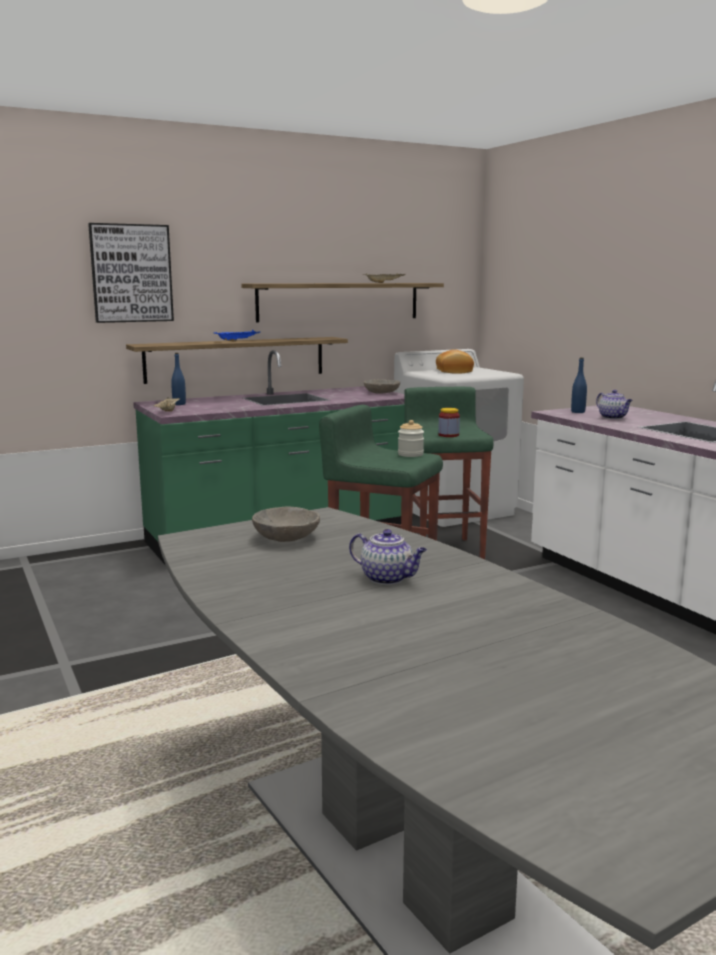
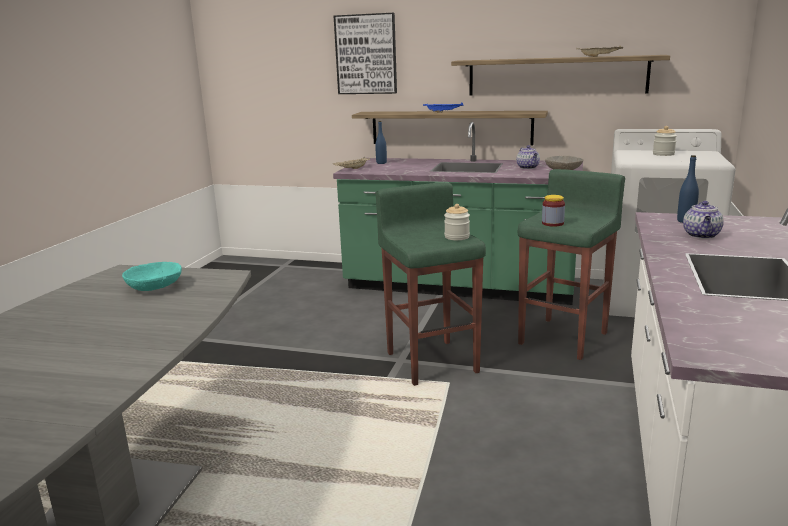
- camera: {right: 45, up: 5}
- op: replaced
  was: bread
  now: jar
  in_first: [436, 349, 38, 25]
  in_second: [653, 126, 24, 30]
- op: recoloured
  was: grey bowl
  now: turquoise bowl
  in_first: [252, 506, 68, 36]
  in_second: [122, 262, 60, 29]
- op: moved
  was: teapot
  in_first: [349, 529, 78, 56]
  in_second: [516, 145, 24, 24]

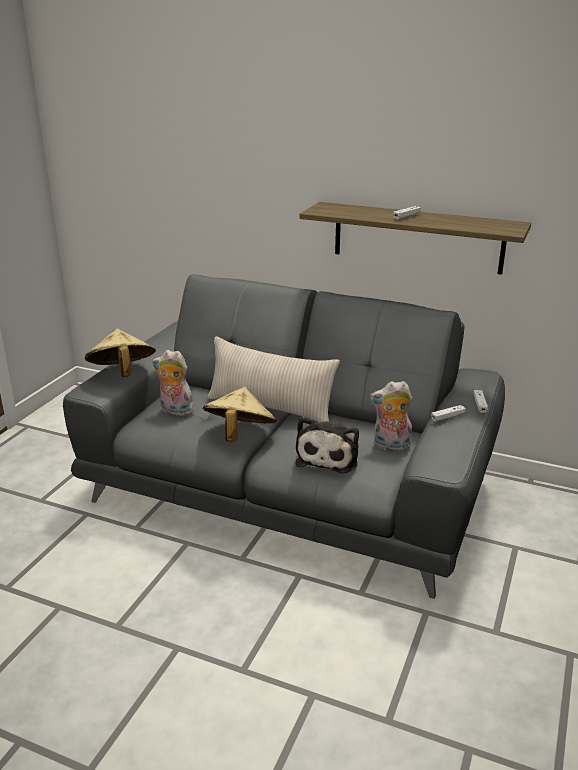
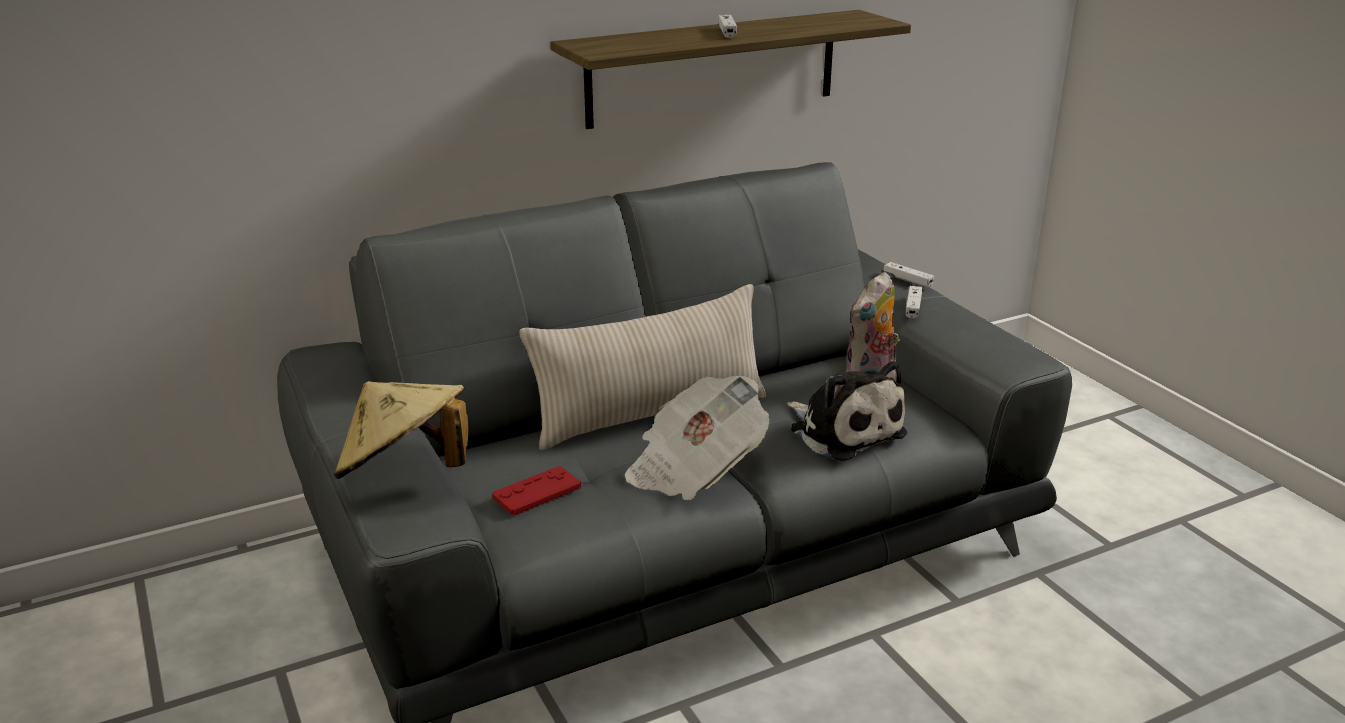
- camera: {right: -50, up: 0}
- op: replaced
  was: plush toy
  now: red game controller
  in_first: [152, 350, 42, 66]
  in_second: [492, 466, 89, 49]
- op: replaced
  was: beige hat
  now: newspaper
  in_first: [203, 387, 74, 55]
  in_second: [625, 376, 144, 124]

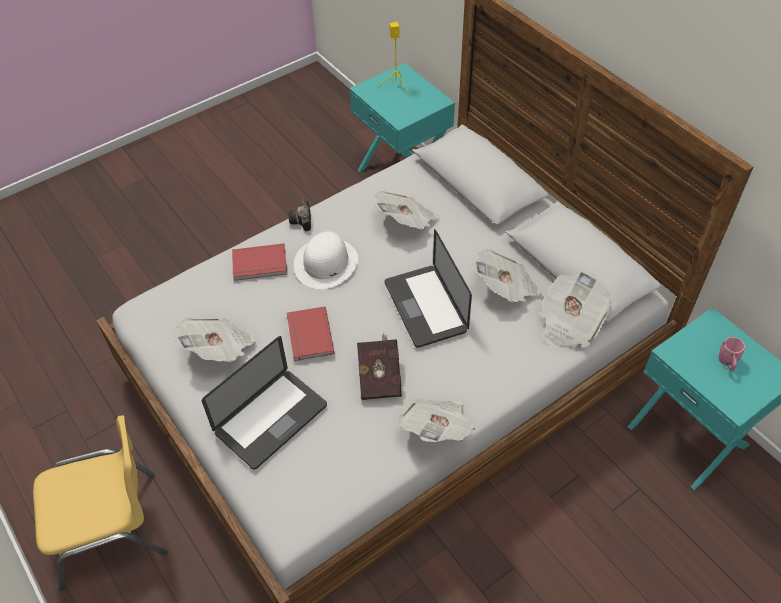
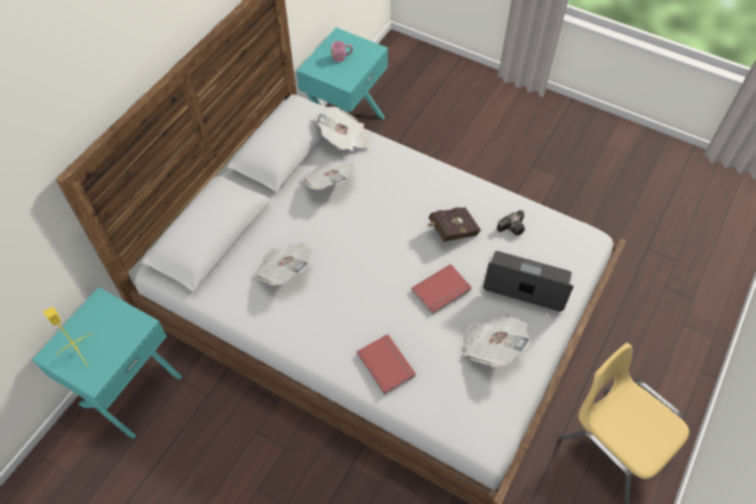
- camera: {right: -115, up: 5}
- op: moved
  was: photo camera
  in_first: [288, 199, 23, 32]
  in_second: [497, 210, 28, 26]
- op: removed
  was: laptop
  in_first: [385, 229, 87, 119]
- op: removed
  was: white hat
  in_first: [294, 231, 64, 58]
- op: removed
  was: newspaper
  in_first: [398, 399, 77, 43]

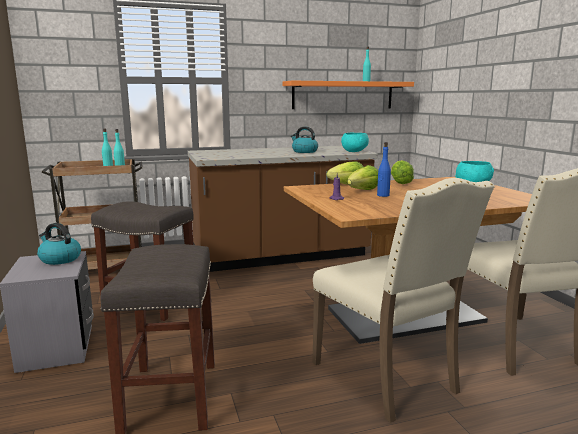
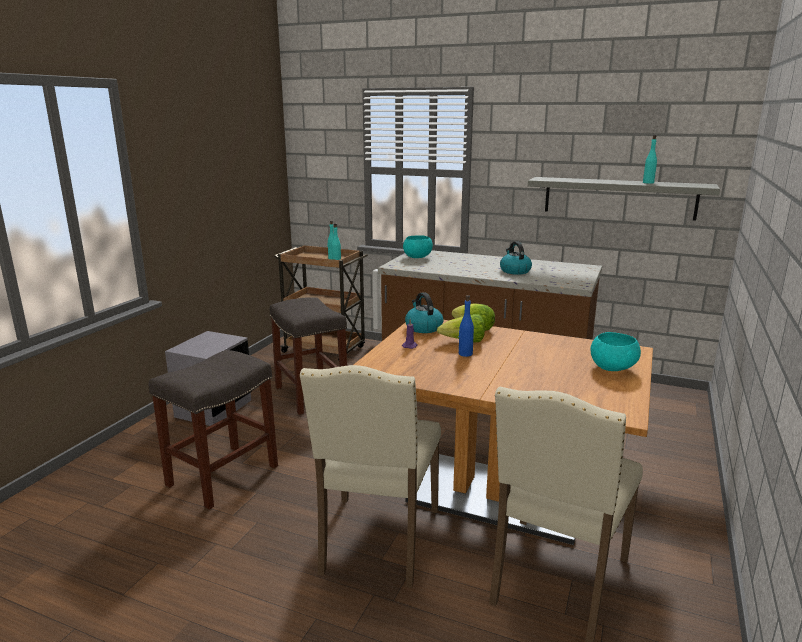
- camera: {right: 40, up: 5}
- op: recoloured
  was: orange shelf
  now: grey shelf
  in_first: [283, 81, 131, 28]
  in_second: [528, 177, 192, 44]
- op: moved
  was: turquoise bowl
  in_first: [341, 133, 28, 19]
  in_second: [403, 235, 30, 23]
- op: removed
  was: lettuce
  in_first: [391, 160, 23, 24]
- op: moved
  was: kettle
  in_first: [37, 223, 44, 42]
  in_second: [405, 292, 38, 41]

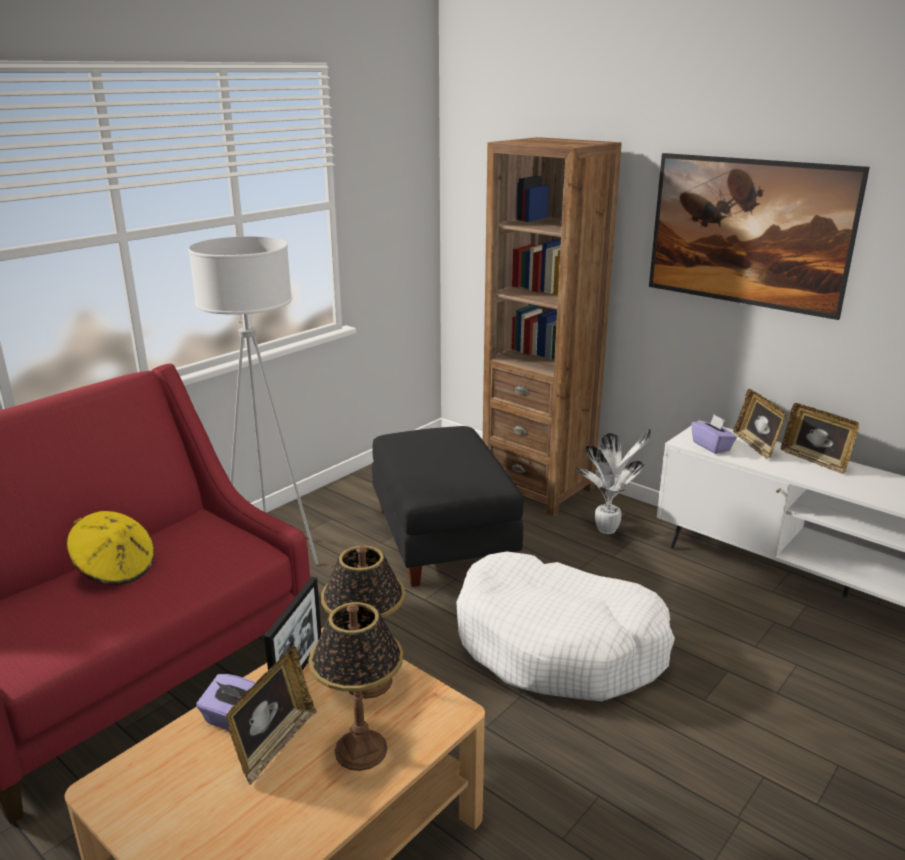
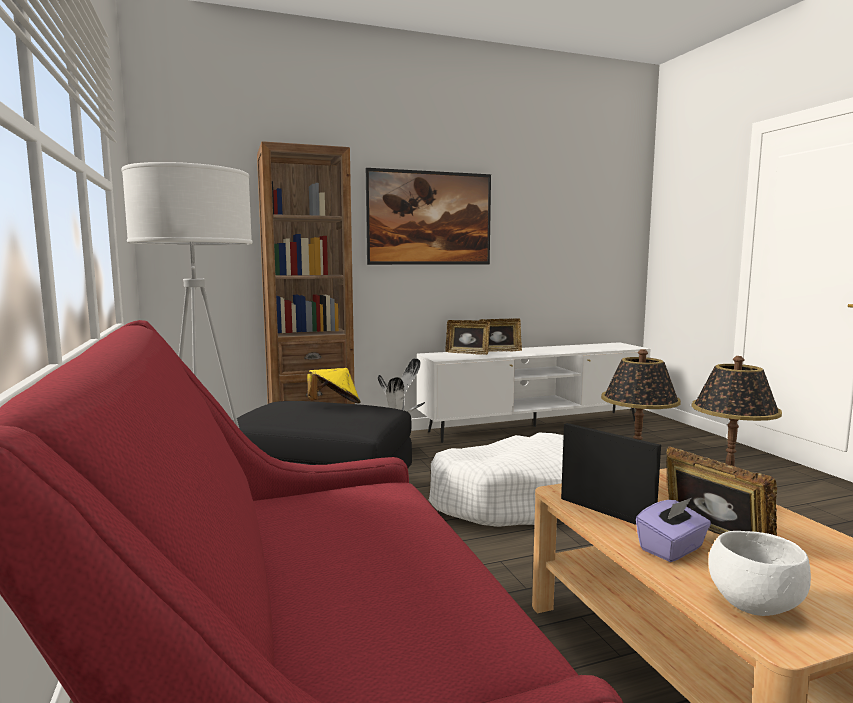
- camera: {right: -60, up: -15}
- op: removed
  was: purple tissue box
  in_first: [691, 414, 46, 40]
- op: moved
  was: yellow hat
  in_first: [67, 511, 88, 74]
  in_second: [307, 368, 54, 36]
- op: added
  now: white bowl
  in_second: [709, 531, 102, 85]

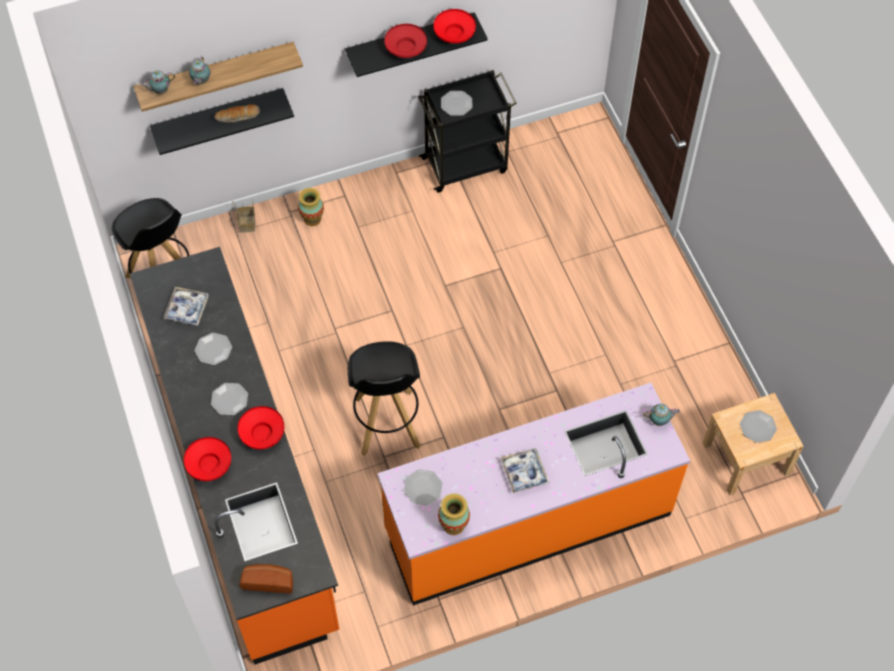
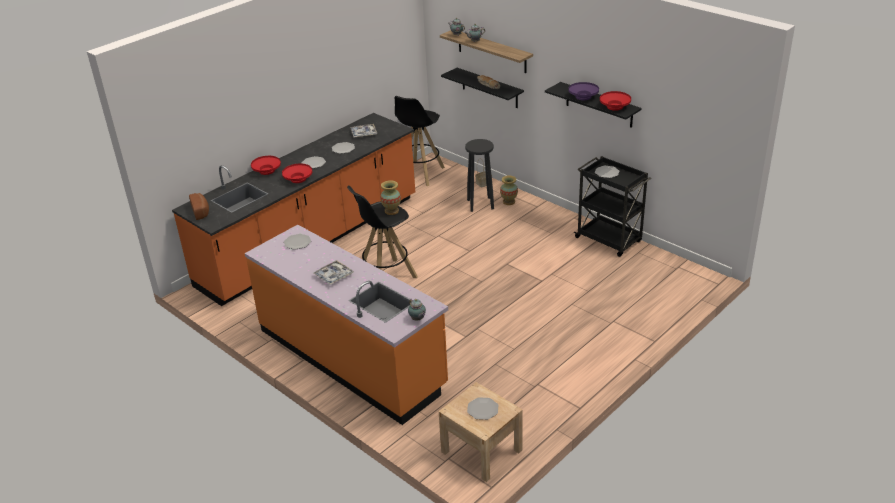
- camera: {right: 65, up: -25}
- op: recoloured
  was: red bowl
  now: purple bowl
  in_first: [384, 24, 43, 34]
  in_second: [569, 82, 30, 18]
- op: moved
  was: vase
  in_first: [438, 493, 32, 42]
  in_second: [380, 180, 21, 35]
- op: added
  now: black stool
  in_second: [465, 139, 29, 73]

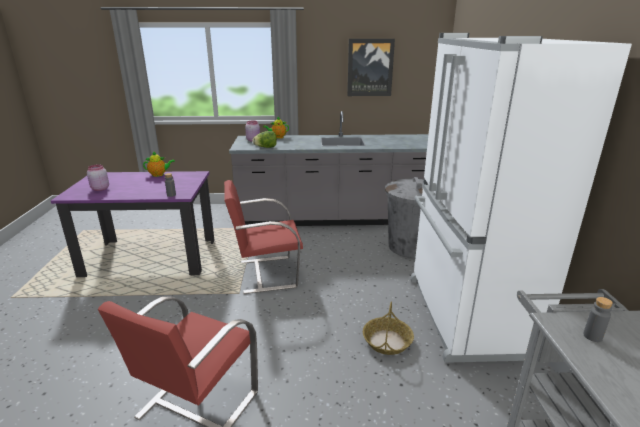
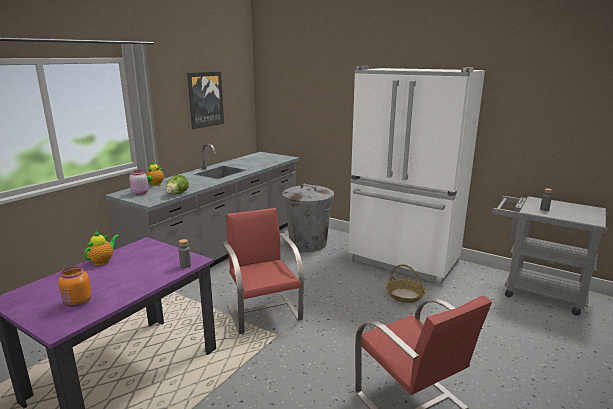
- camera: {right: -55, up: -5}
- op: recoloured
  was: pink jar
  now: orange jar
  in_first: [87, 165, 22, 26]
  in_second: [58, 266, 34, 41]
- op: turned
  was: red chair
  in_first: [224, 180, 79, 114]
  in_second: [223, 208, 81, 126]
  clockwise: 135

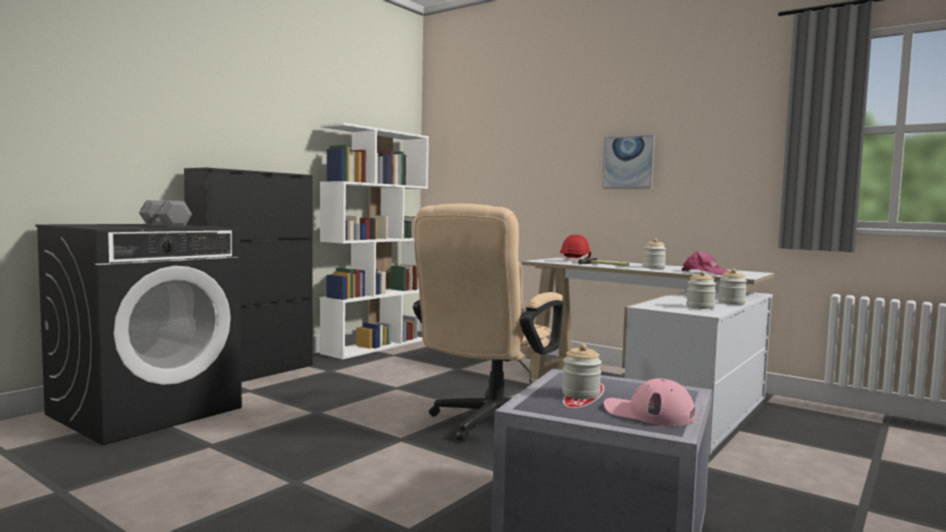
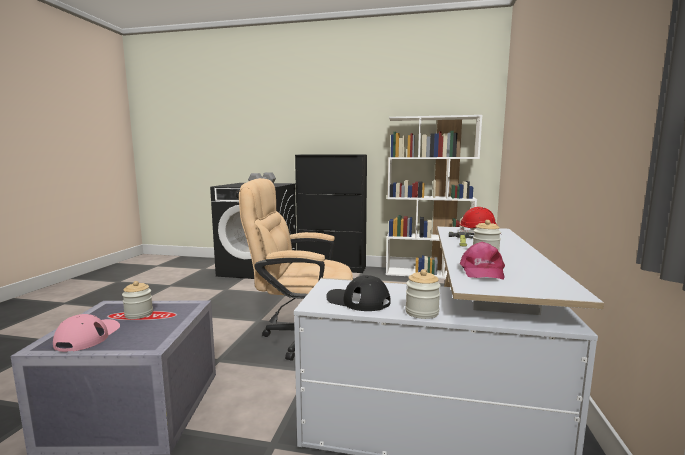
- camera: {right: 65, up: 5}
- op: removed
  was: picture
  in_first: [602, 135, 53, 54]
- op: replaced
  was: jar
  now: black cap
  in_first: [686, 271, 30, 38]
  in_second: [326, 275, 65, 36]

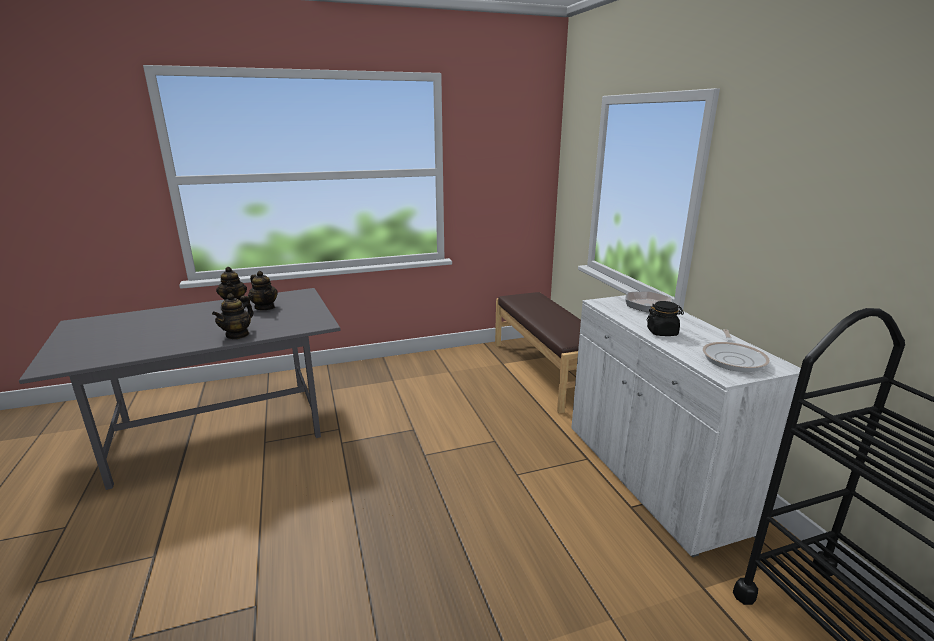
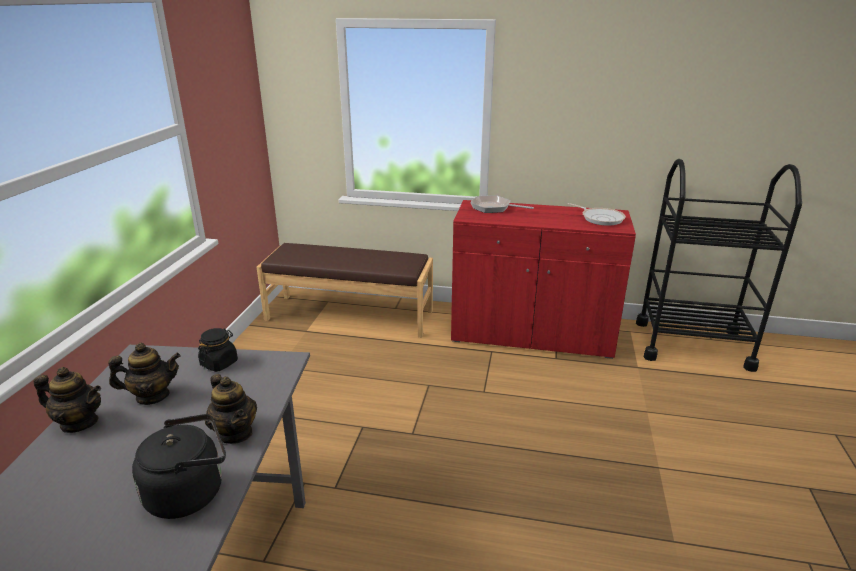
- camera: {right: -60, up: 5}
- op: recoloured
  was: white cabinet
  now: red cabinet
  in_first: [571, 295, 230, 262]
  in_second: [451, 200, 185, 159]
- op: moved
  was: black jar
  in_first: [646, 301, 38, 35]
  in_second: [198, 328, 40, 44]
- op: added
  now: black kettle
  in_second: [132, 414, 94, 105]

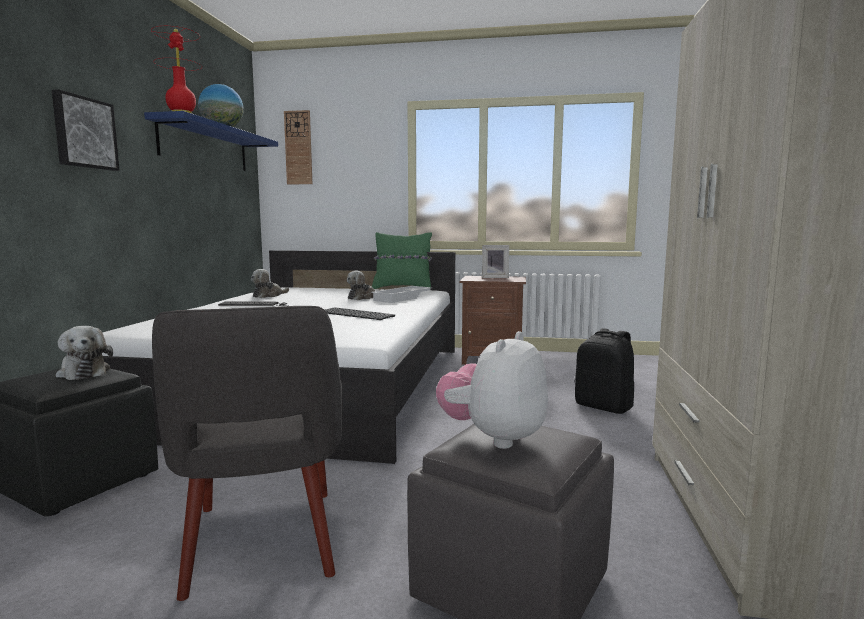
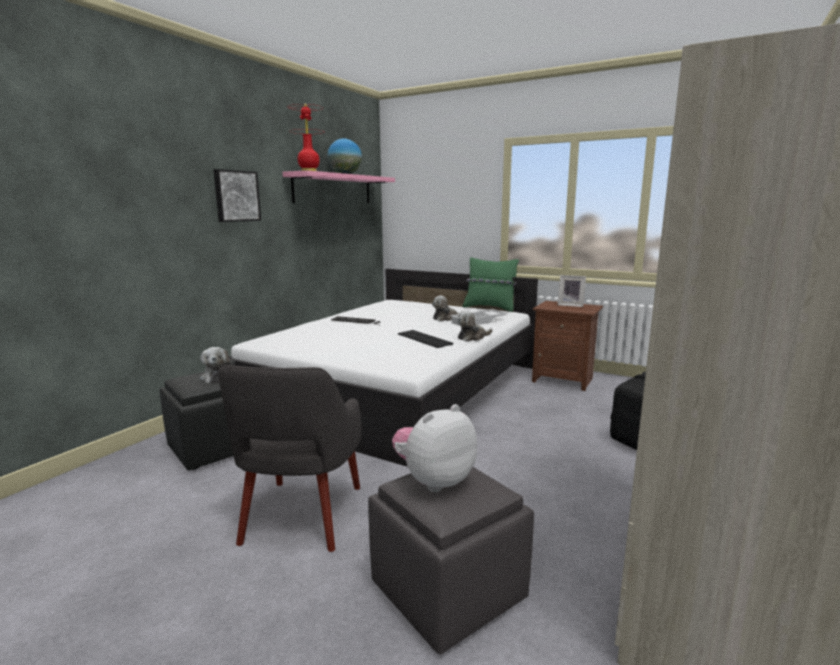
- camera: {right: 20, up: 5}
- op: removed
  was: wall clock
  in_first: [284, 110, 28, 75]
- op: recoloured
  was: blue shelf
  now: pink shelf
  in_first: [144, 111, 134, 60]
  in_second: [283, 170, 112, 33]
- op: moved
  was: plush toy
  in_first: [251, 269, 38, 29]
  in_second: [457, 311, 36, 30]

